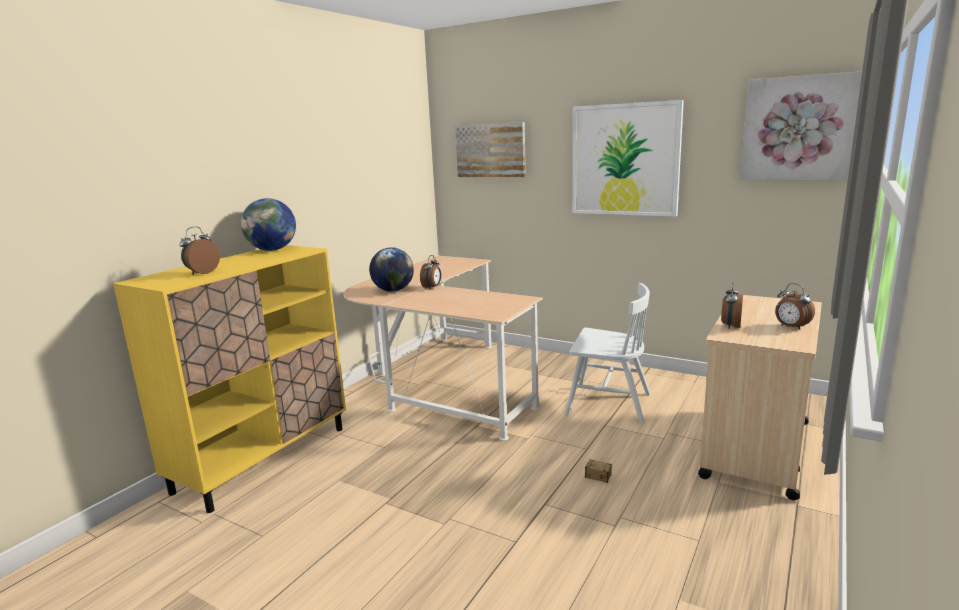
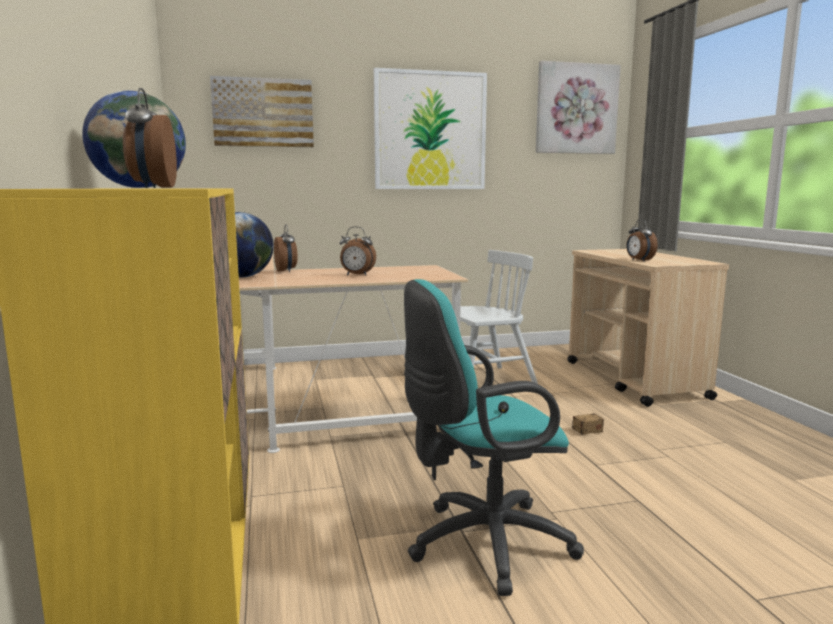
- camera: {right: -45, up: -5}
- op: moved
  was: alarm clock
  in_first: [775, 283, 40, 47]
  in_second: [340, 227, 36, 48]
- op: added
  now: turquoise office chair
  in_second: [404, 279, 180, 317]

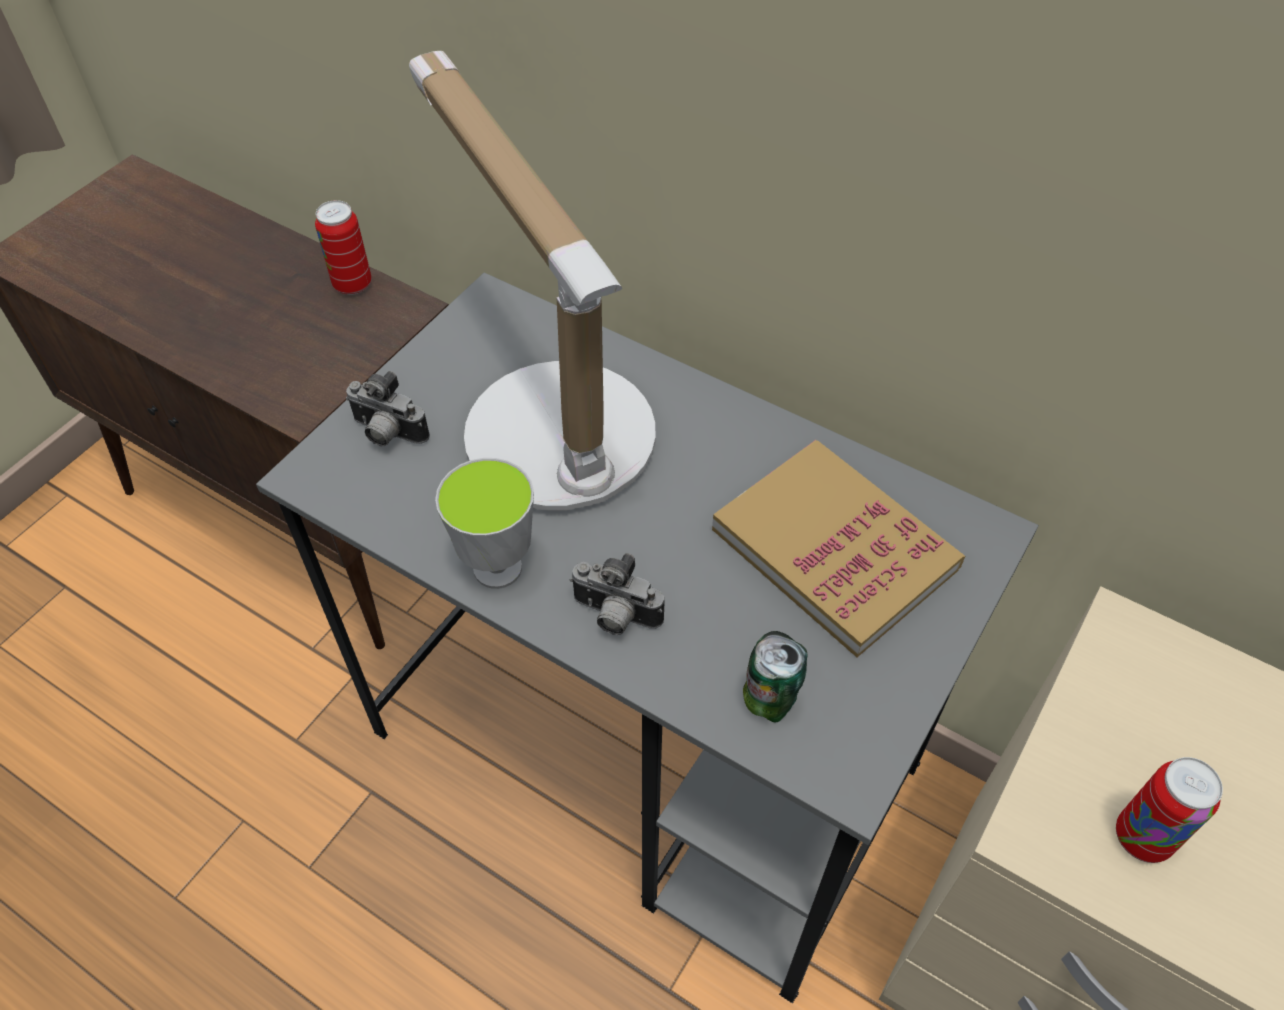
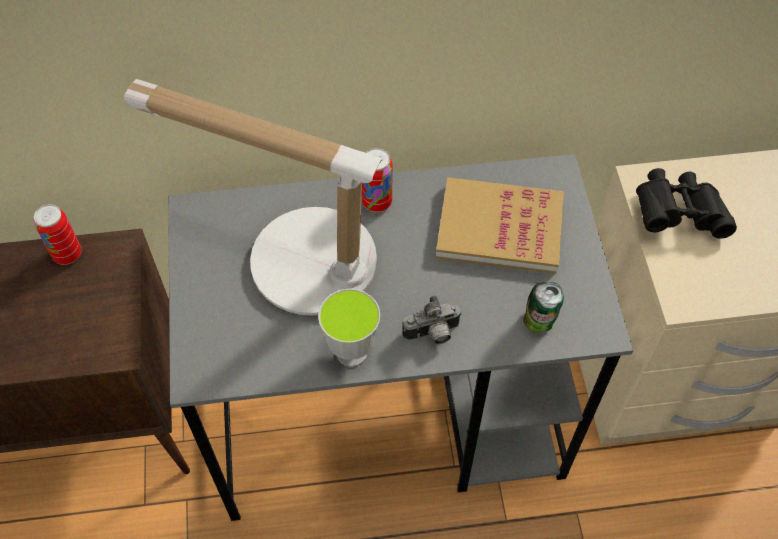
- camera: {right: -40, up: 5}
- op: removed
  was: photo camera
  in_first: [346, 371, 84, 75]
- op: moved
  was: can
  in_first: [1116, 757, 107, 106]
  in_second: [362, 148, 30, 64]
- op: added
  now: black binoculars
  in_second: [636, 168, 101, 71]

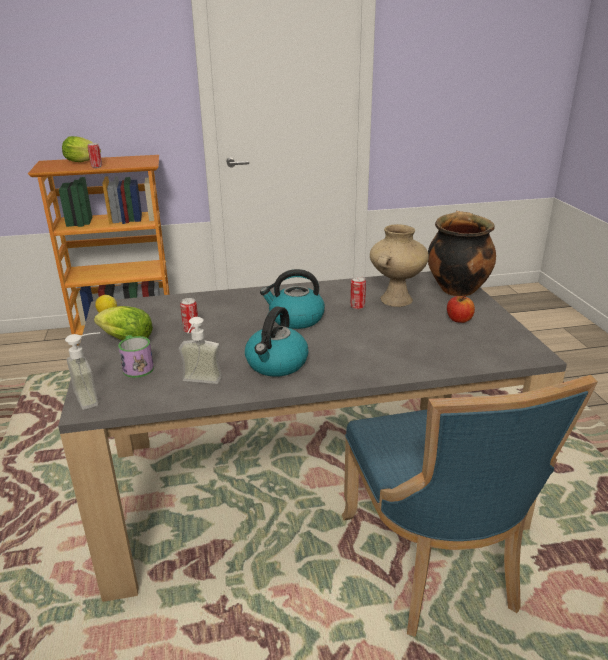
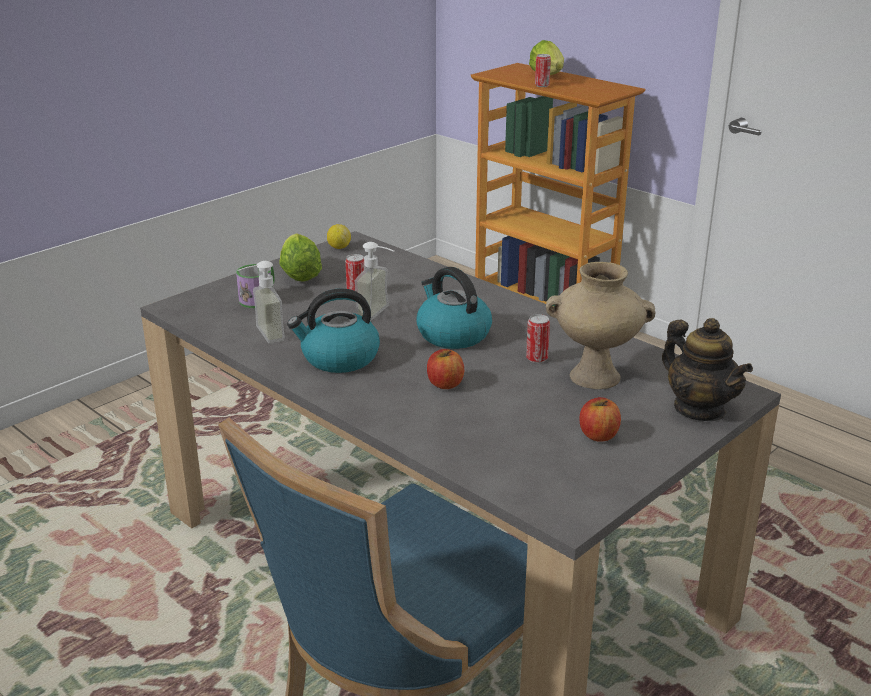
- camera: {right: 55, up: 0}
- op: replaced
  was: cooking pot
  now: teapot
  in_first: [428, 211, 68, 85]
  in_second: [662, 318, 91, 103]
- op: moved
  was: soap dispenser
  in_first: [65, 332, 35, 78]
  in_second: [355, 242, 39, 79]
- op: added
  now: apple
  in_second: [427, 349, 37, 40]

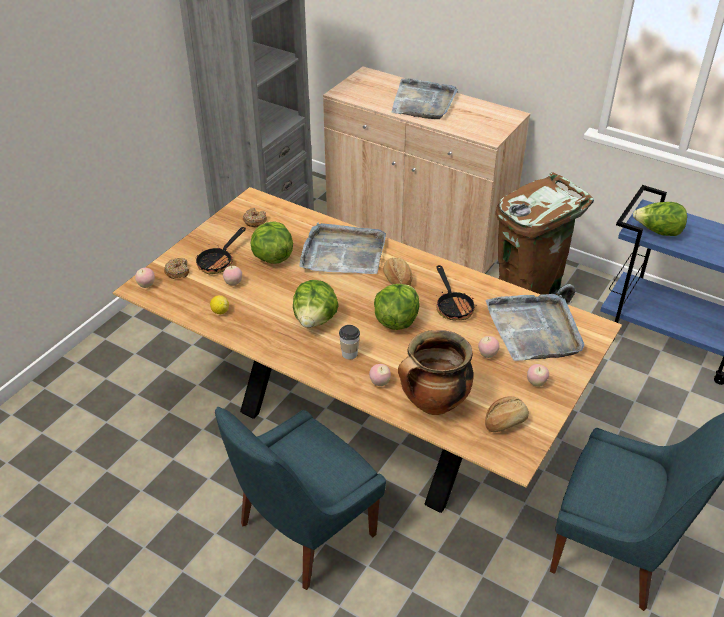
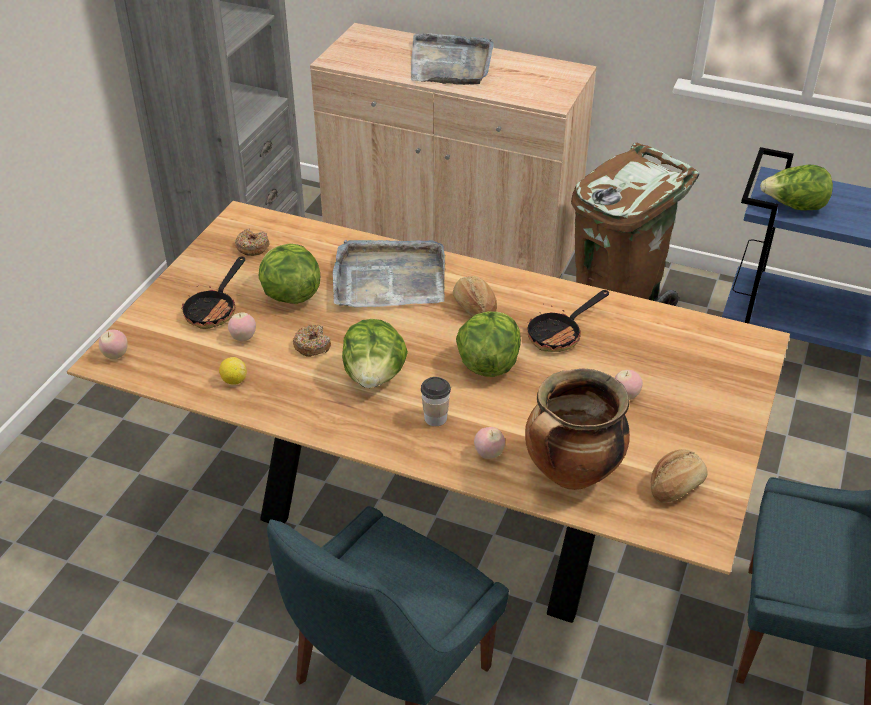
- camera: {right: -10, up: 0}
- op: moved
  was: donut
  in_first: [164, 258, 25, 21]
  in_second: [293, 325, 38, 32]
- op: turned
  was: frying pan
  in_first: [436, 265, 41, 55]
  in_second: [527, 290, 82, 62]
  clockwise: 75
- op: removed
  was: grey tray
  in_first: [486, 294, 99, 67]
- op: removed
  was: apple
  in_first: [527, 364, 22, 23]

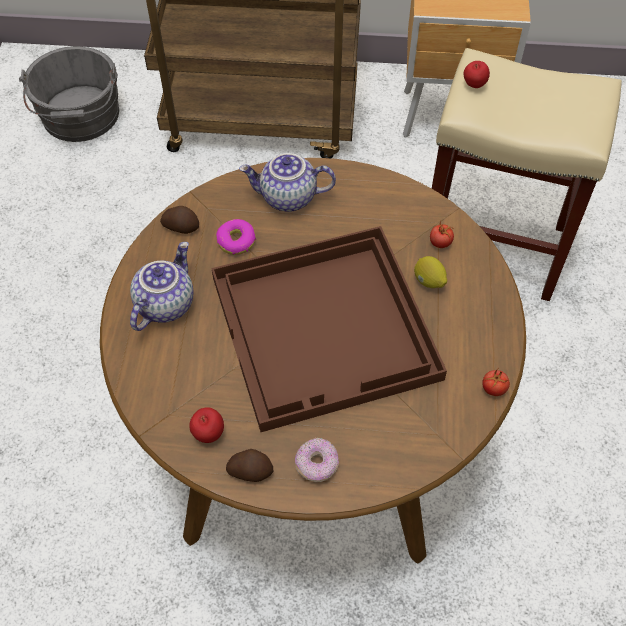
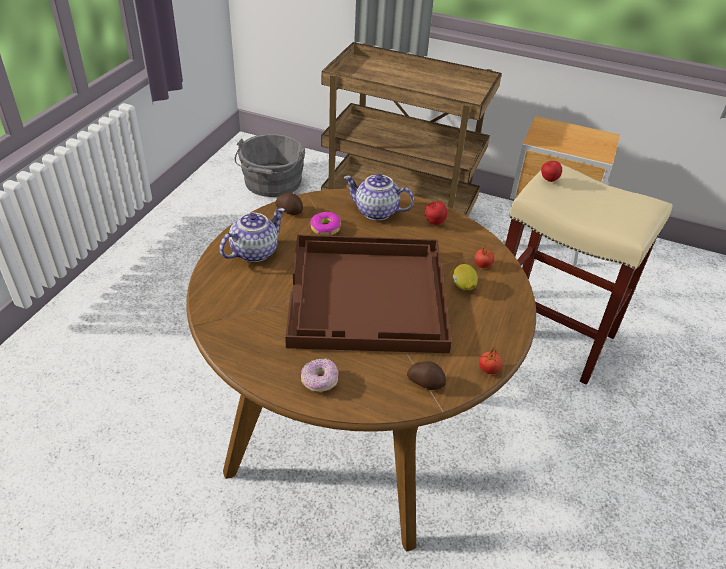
- camera: {right: 15, up: -15}
- op: moved
  was: apple
  in_first: [189, 407, 35, 36]
  in_second: [425, 201, 22, 24]
- op: moved
  was: potato
  in_first: [226, 449, 47, 33]
  in_second: [407, 361, 39, 29]

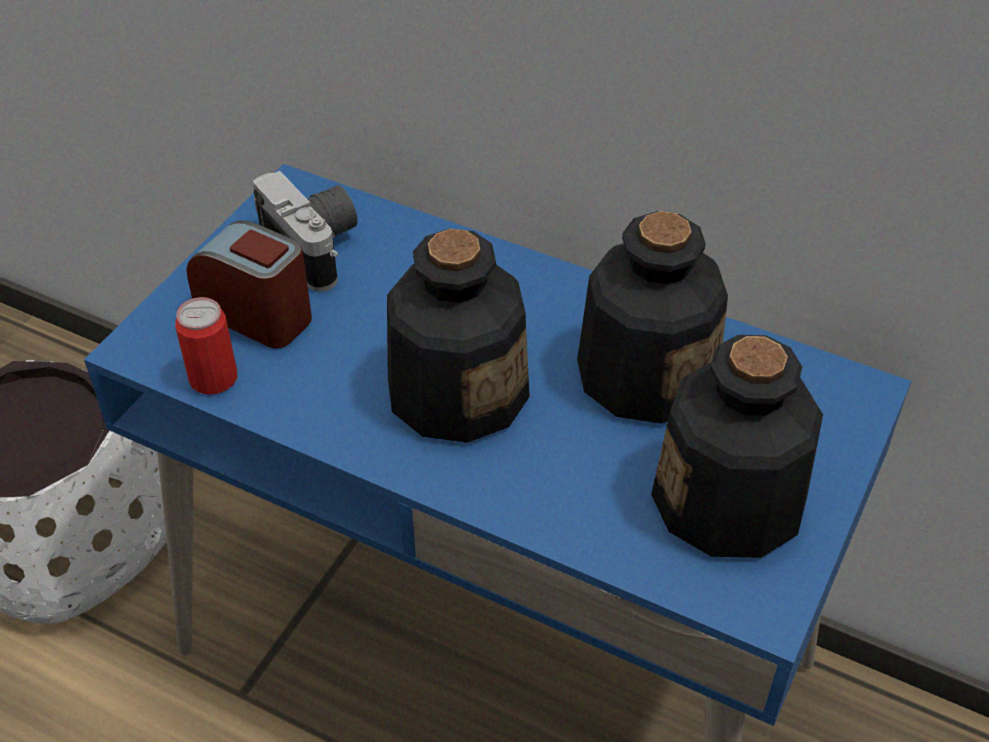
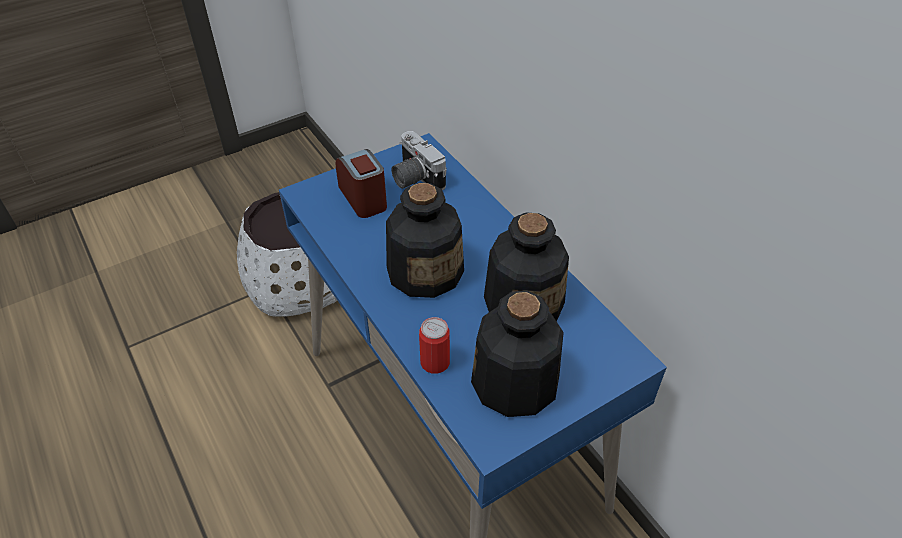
- camera: {right: 30, up: 0}
- op: turned
  was: photo camera
  in_first: [253, 171, 104, 121]
  in_second: [391, 131, 56, 59]
  clockwise: 150
- op: moved
  was: can
  in_first: [175, 297, 62, 98]
  in_second: [419, 317, 31, 57]

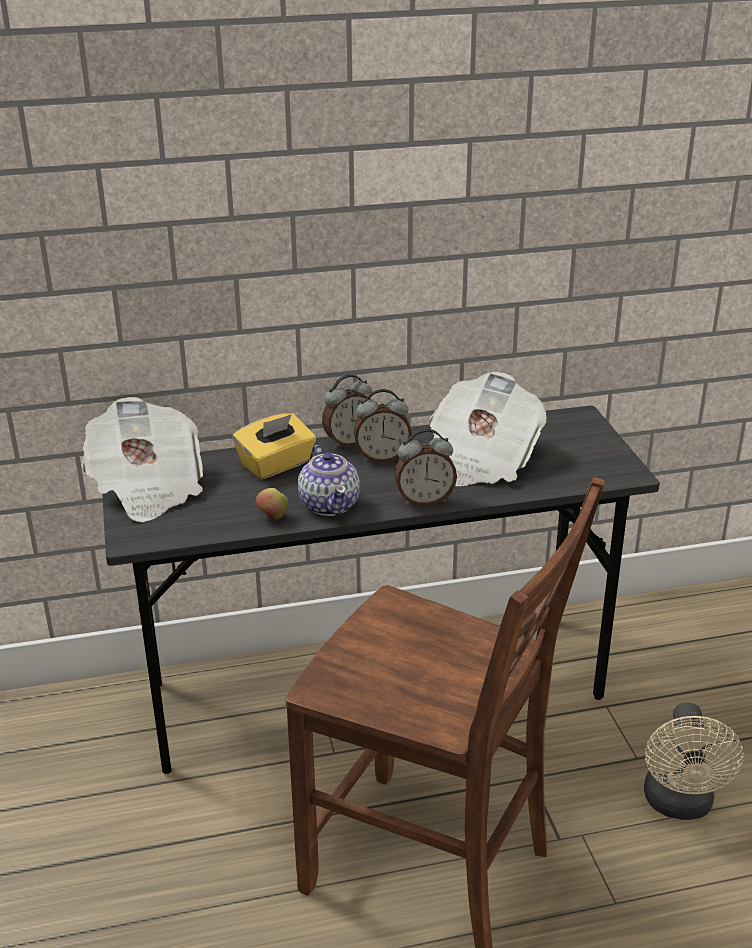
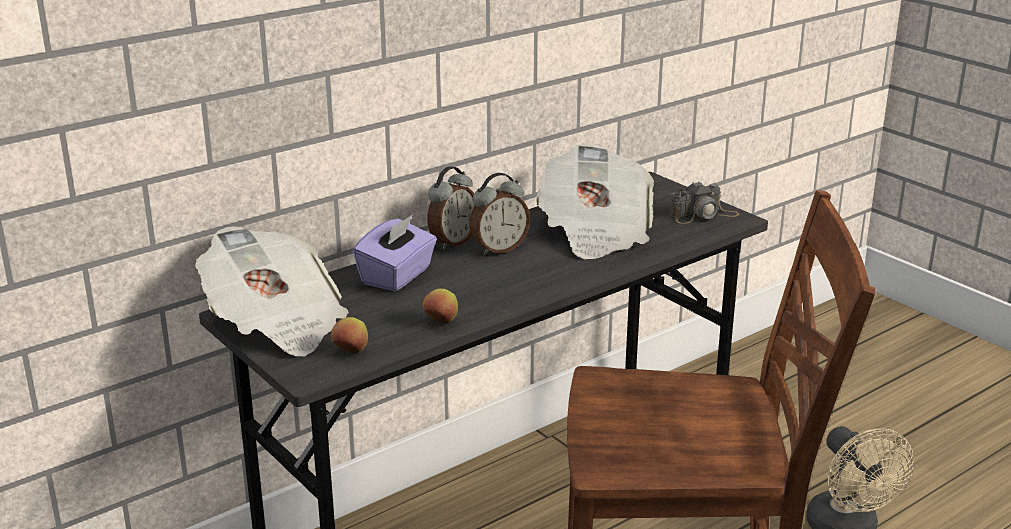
- camera: {right: -25, up: -5}
- op: recoloured
  was: yellow tissue box
  now: purple tissue box
  in_first: [233, 413, 83, 66]
  in_second: [353, 215, 84, 77]
- op: removed
  was: alarm clock
  in_first: [394, 429, 63, 77]
- op: removed
  was: teapot
  in_first: [298, 445, 62, 71]
- op: added
  now: photo camera
  in_second: [670, 181, 69, 43]
- op: added
  now: apple
  in_second: [331, 317, 37, 36]

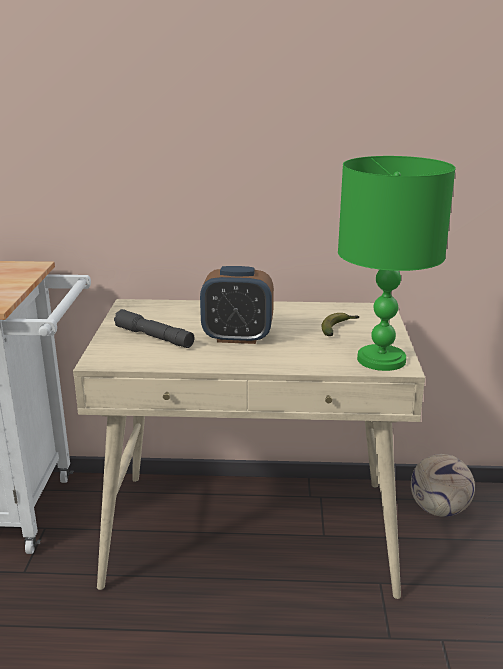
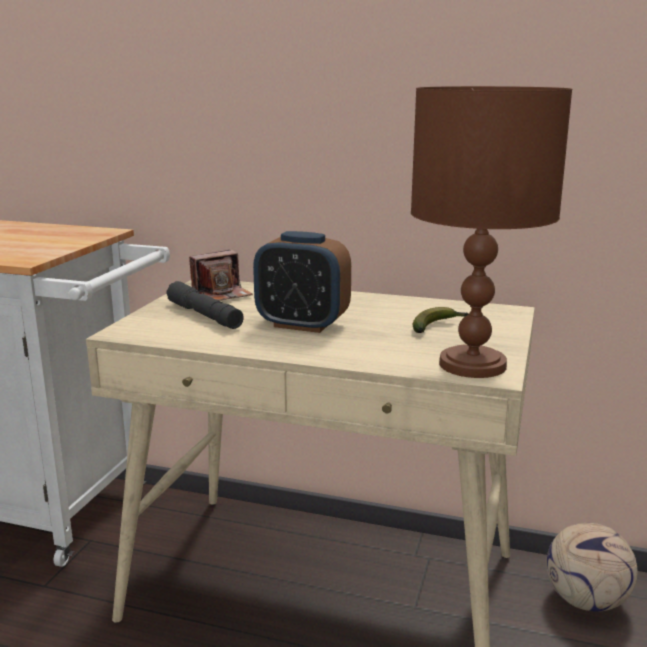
- camera: {right: 15, up: -5}
- op: recoloured
  was: green table lamp
  now: brown table lamp
  in_first: [338, 156, 118, 215]
  in_second: [411, 86, 161, 292]
- op: added
  now: photo camera
  in_second: [189, 250, 64, 51]

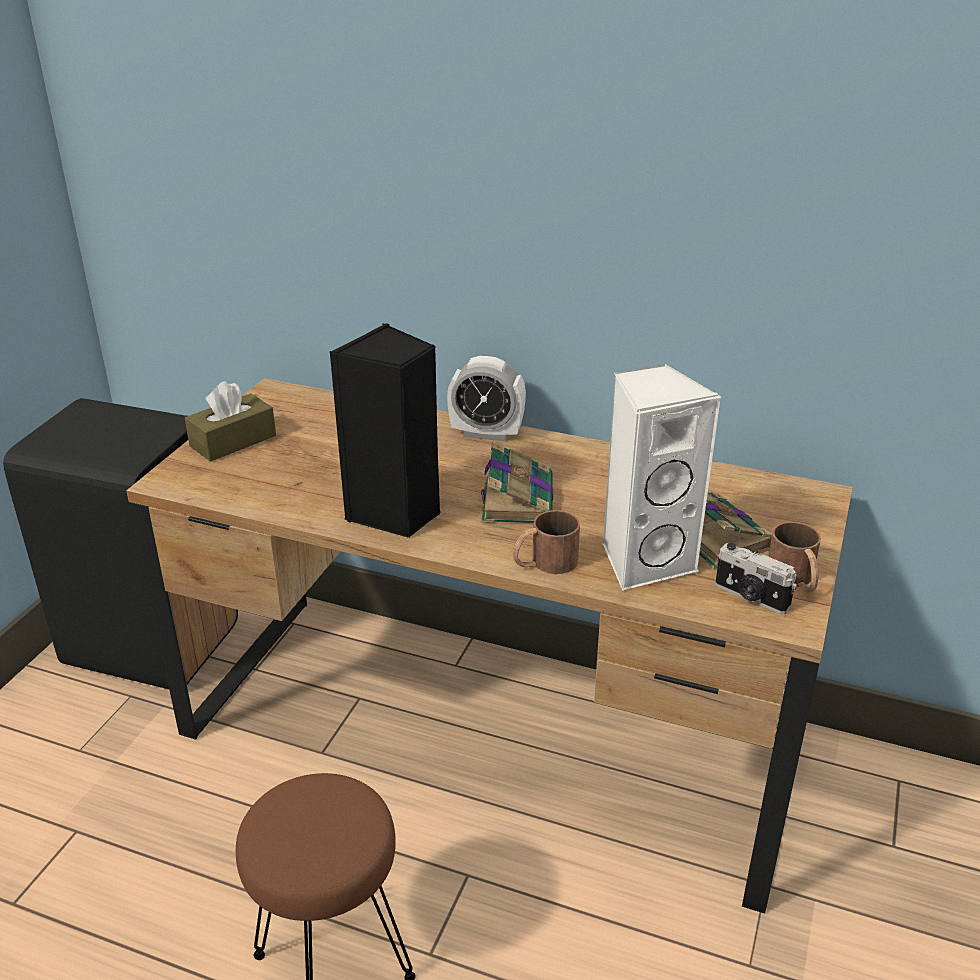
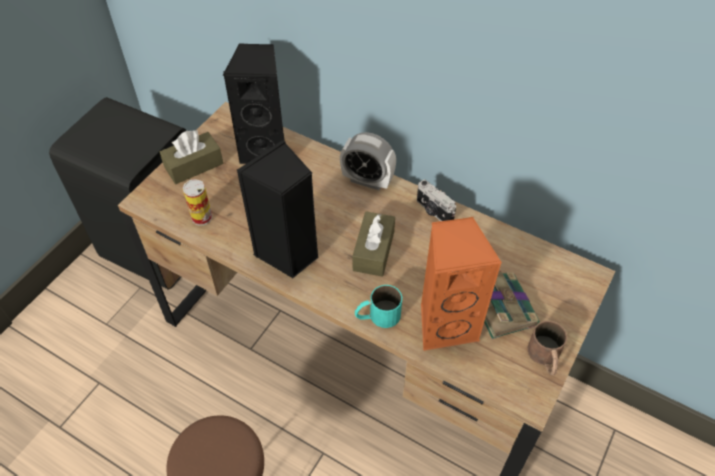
- camera: {right: 10, up: 20}
- op: recoloured
  was: white speaker
  now: orange speaker
  in_first: [602, 363, 119, 228]
  in_second: [421, 217, 81, 134]
- op: replaced
  was: book
  now: brown tissue box
  in_first: [481, 441, 72, 82]
  in_second: [353, 211, 42, 66]
- op: recoloured
  was: brown mug
  now: turquoise mug
  in_first: [513, 510, 67, 64]
  in_second: [355, 285, 47, 43]
- op: moved
  was: photo camera
  in_first: [715, 543, 82, 71]
  in_second: [417, 179, 39, 42]
- op: added
  now: black speaker
  in_second: [222, 43, 63, 121]
- op: added
  now: can
  in_second: [183, 179, 29, 47]

